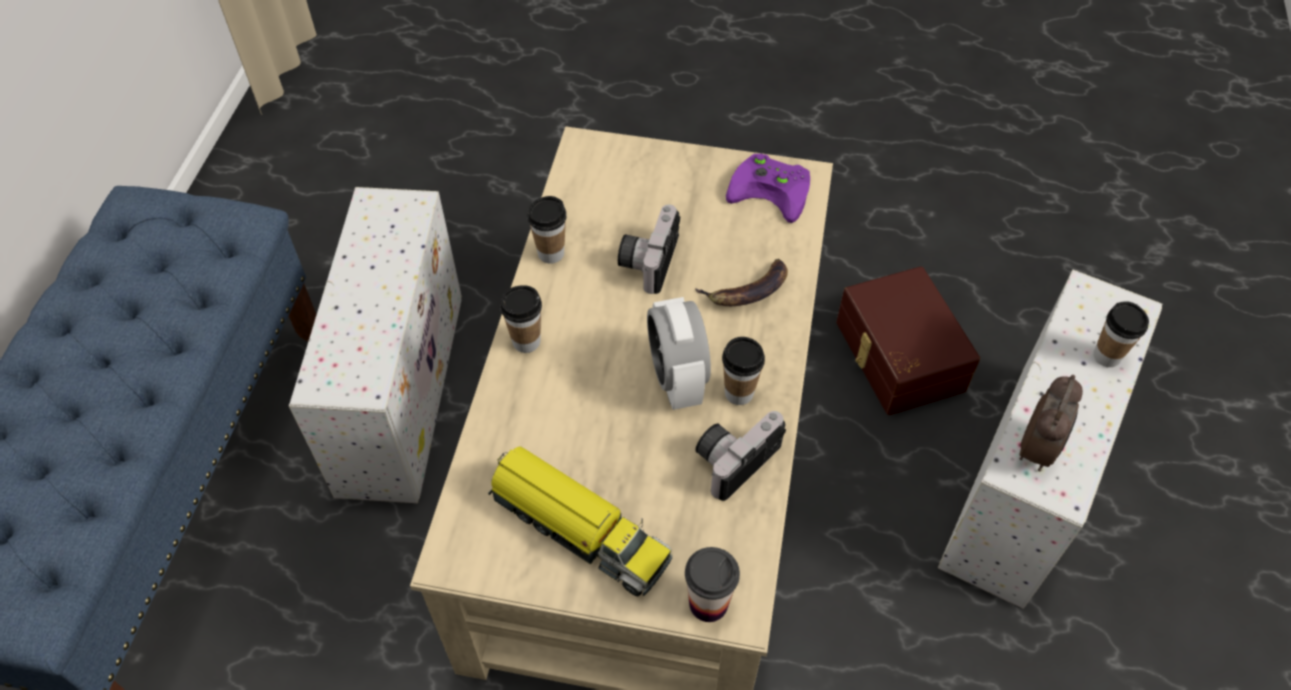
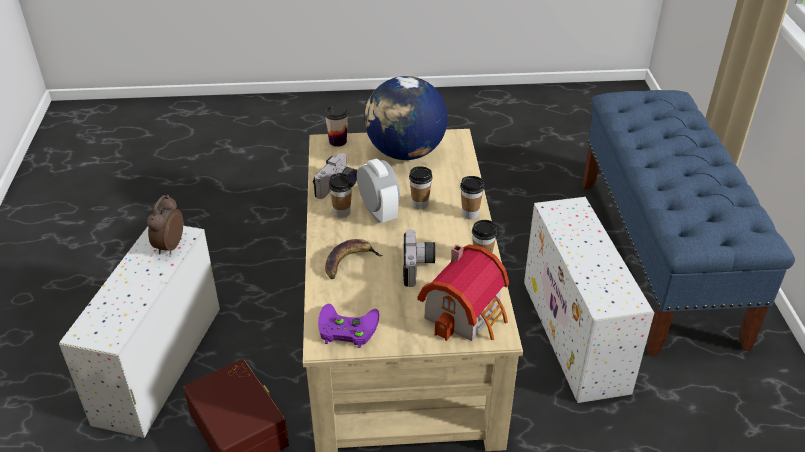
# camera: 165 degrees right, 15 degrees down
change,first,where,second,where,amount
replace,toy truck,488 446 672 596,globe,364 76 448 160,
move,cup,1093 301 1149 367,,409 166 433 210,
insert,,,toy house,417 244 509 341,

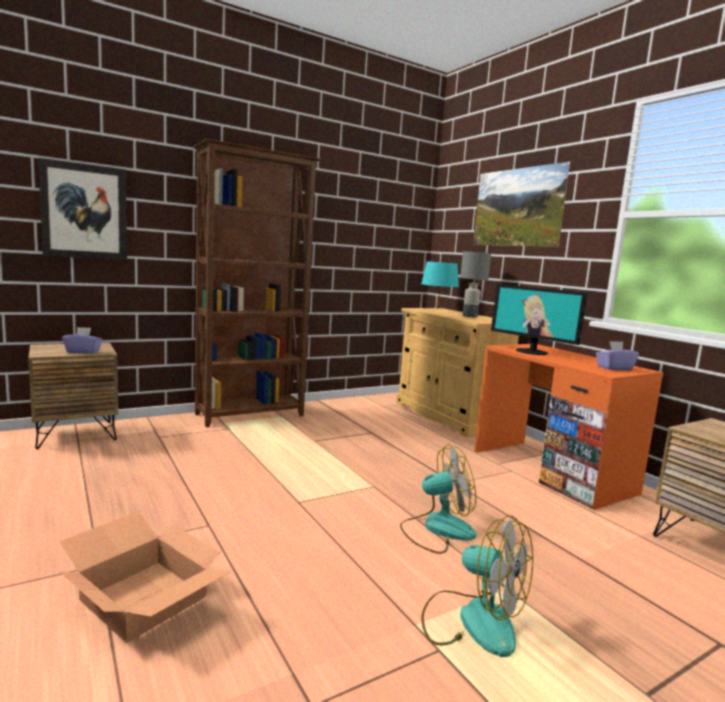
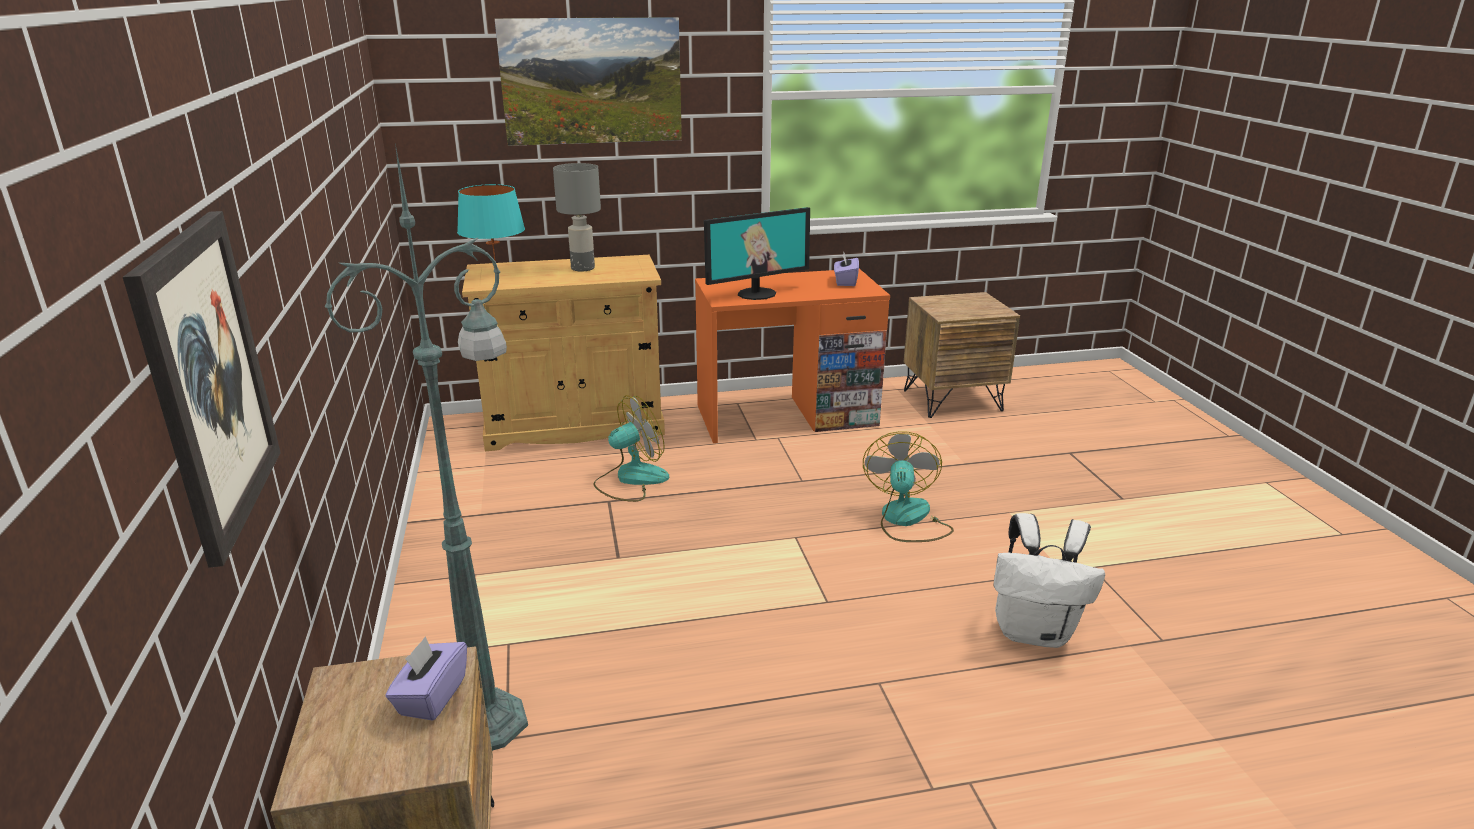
# camera: 70 degrees left, 15 degrees up
change,first,where,second,where,amount
delete,cardboard box,60 512 231 643,,,
delete,brown bookcase,193 139 321 427,,,
move,fan,421 515 533 657,,593 395 669 502,
insert,,,green floor lamp,325 144 528 751,
insert,,,white backpack,994 513 1105 648,

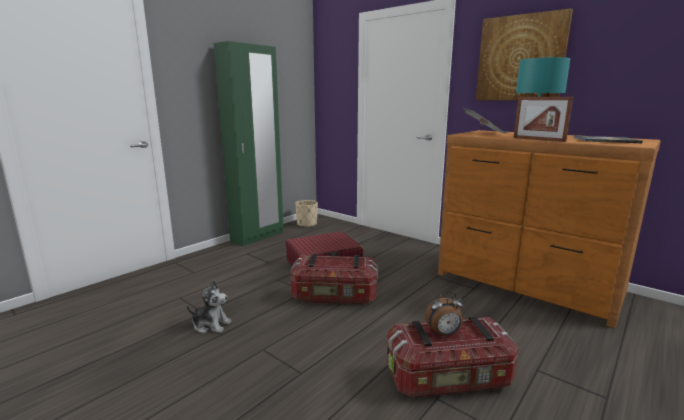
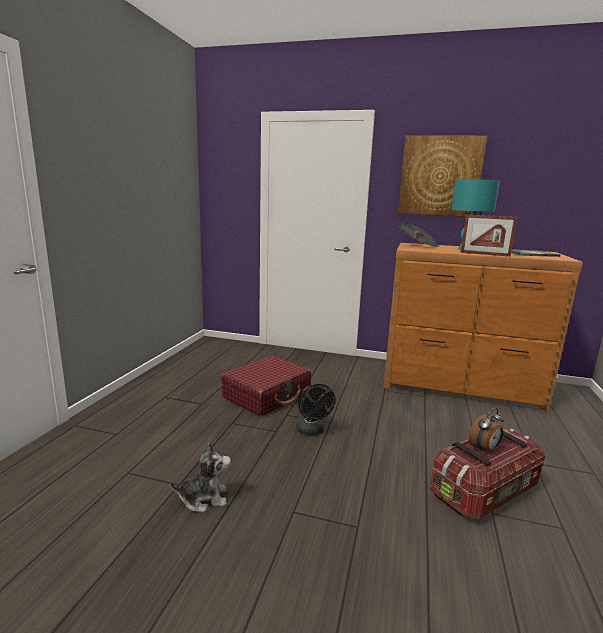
# camera: 25 degrees left, 0 degrees up
change,first,where,second,where,amount
delete,green wardrobe,214 41 283 246,,,
replace,storage box,290 254 378 305,black fan,296 384 335 436,
delete,beige planter,295 200 318 227,,,

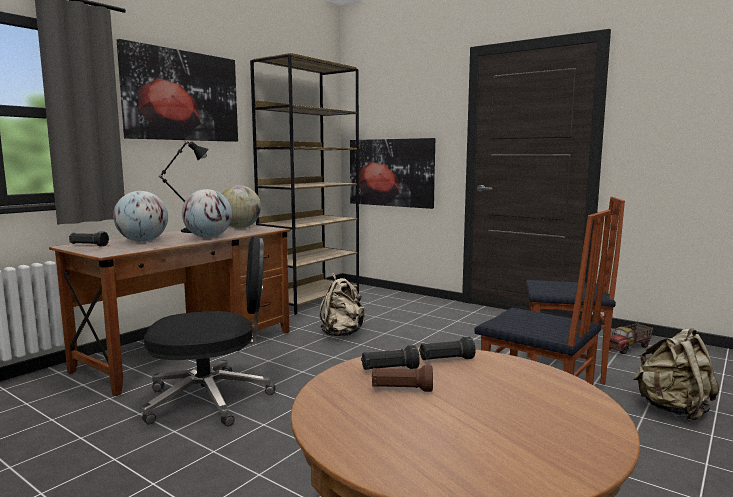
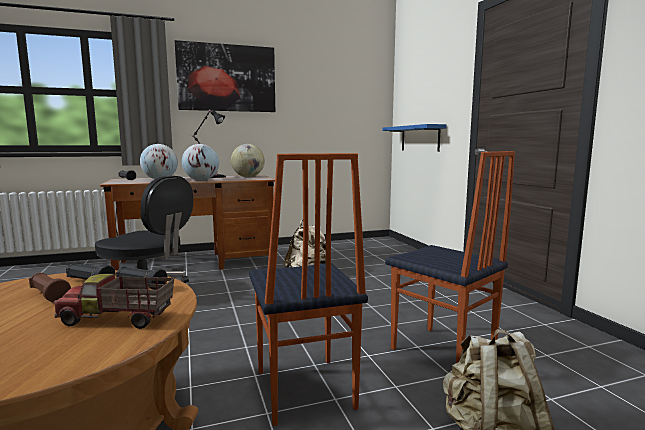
# camera: 35 degrees right, 0 degrees up
change,first,where,second,where,amount
delete,brown bookcase,250 53 359 315,,,
replace,picture,350 138 435 209,blue shelf,383 124 447 152,
move,toy truck,609 323 653 354,,54 274 174 329,

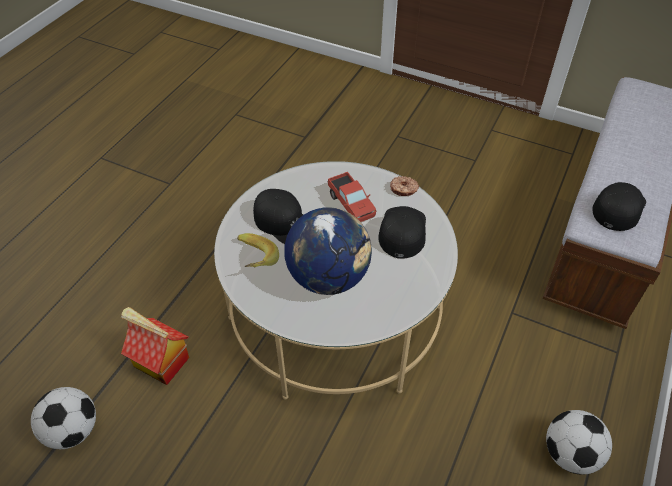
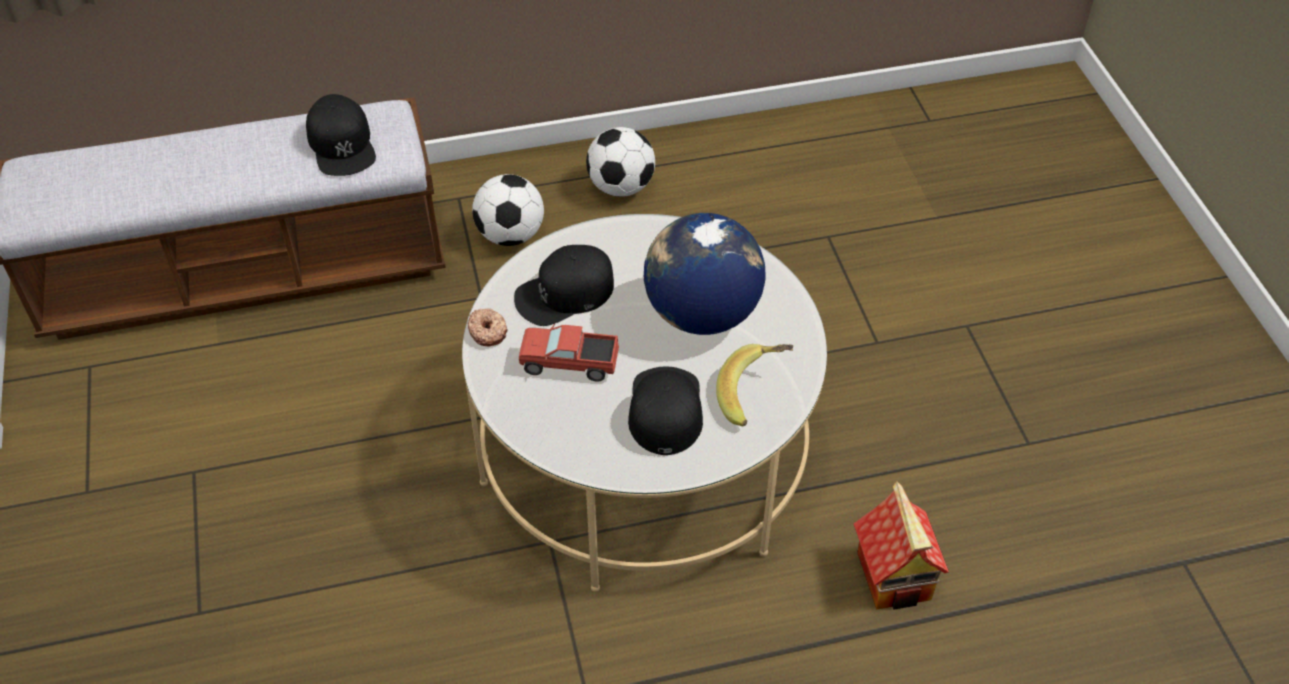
# camera: 130 degrees left, 0 degrees up
change,first,where,second,where,amount
move,football,31 387 96 449,,472 174 544 246,
rotate,toy truck,328 172 376 222,,519 324 619 382,105 degrees counterclockwise
rotate,black cap,592 182 646 231,,306 94 376 176,105 degrees counterclockwise

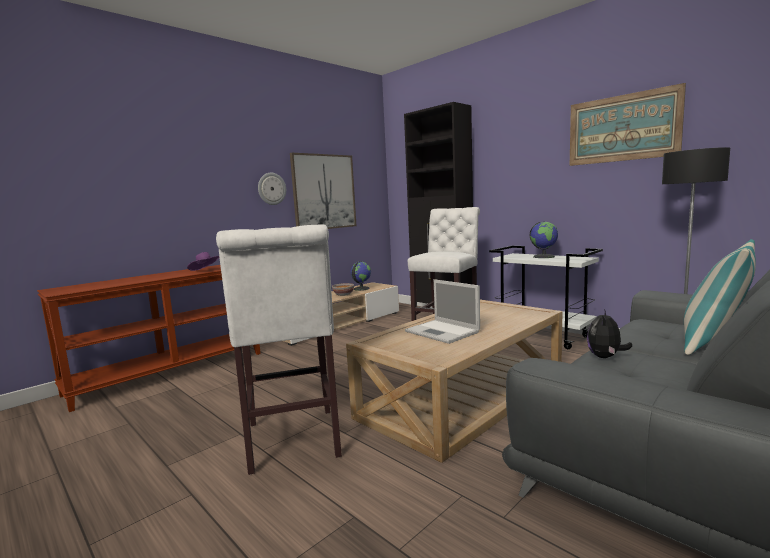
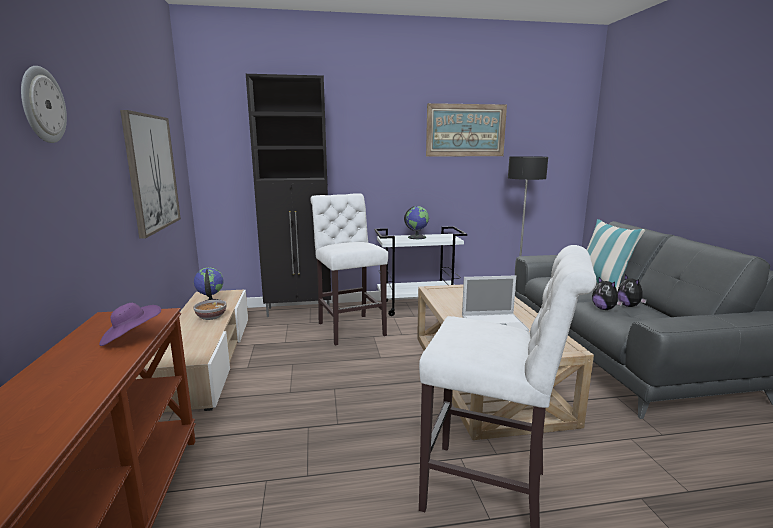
# camera: 55 degrees left, 5 degrees up
change,first,where,second,where,amount
move,wall clock,258 173 286 205,,21 66 67 143,
insert,,,plush toy,617 274 647 307,

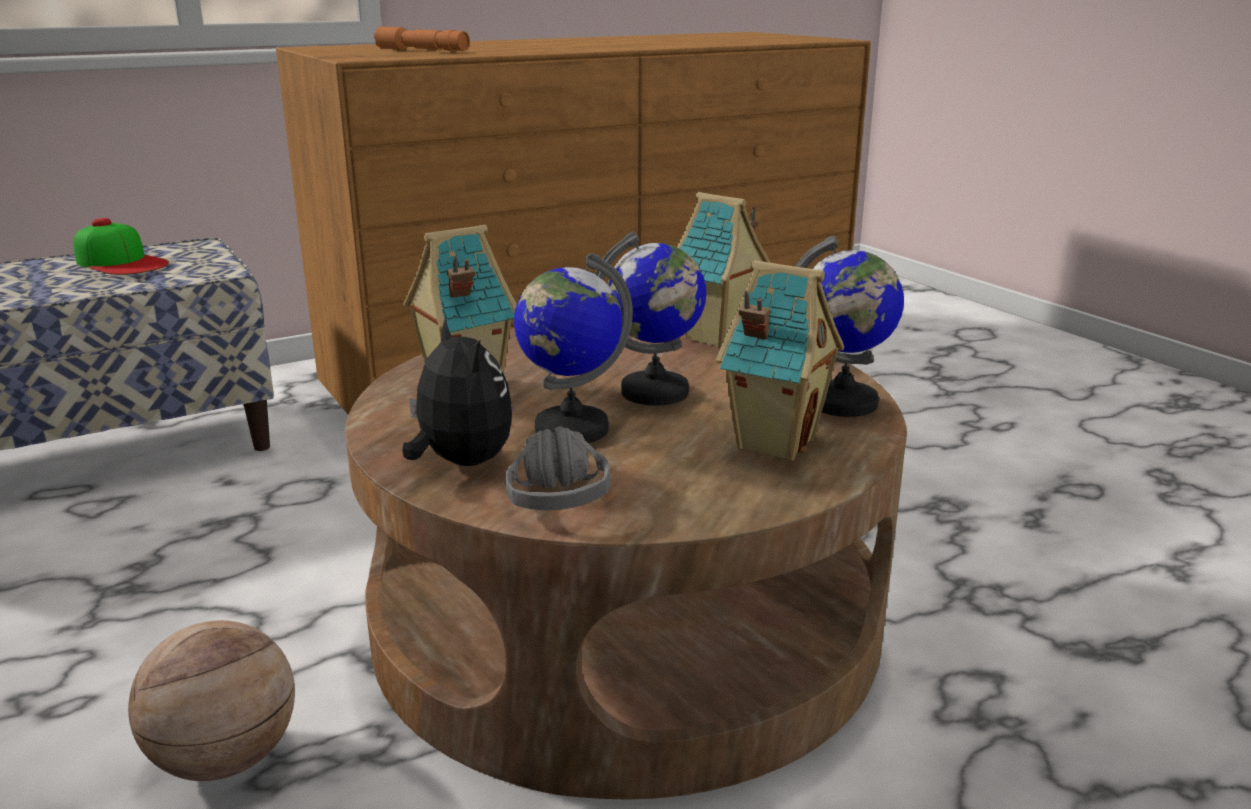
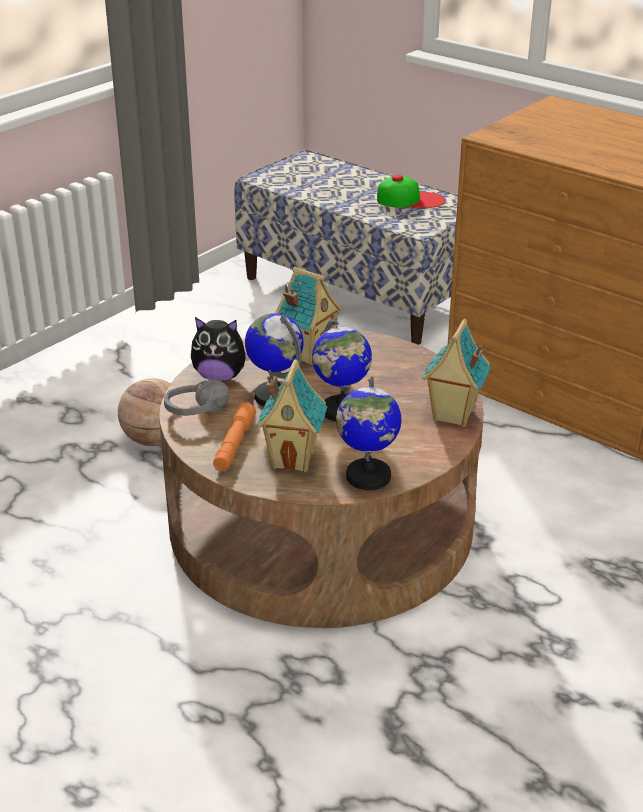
# camera: 70 degrees right, 10 degrees up
change,first,where,second,where,amount
rotate,cap,73 218 169 275,,377 175 445 208,105 degrees counterclockwise
move,orange flashlight,374 26 470 51,,213 402 256 471,
rotate,plush toy,402 317 513 466,,191 317 250 382,60 degrees clockwise

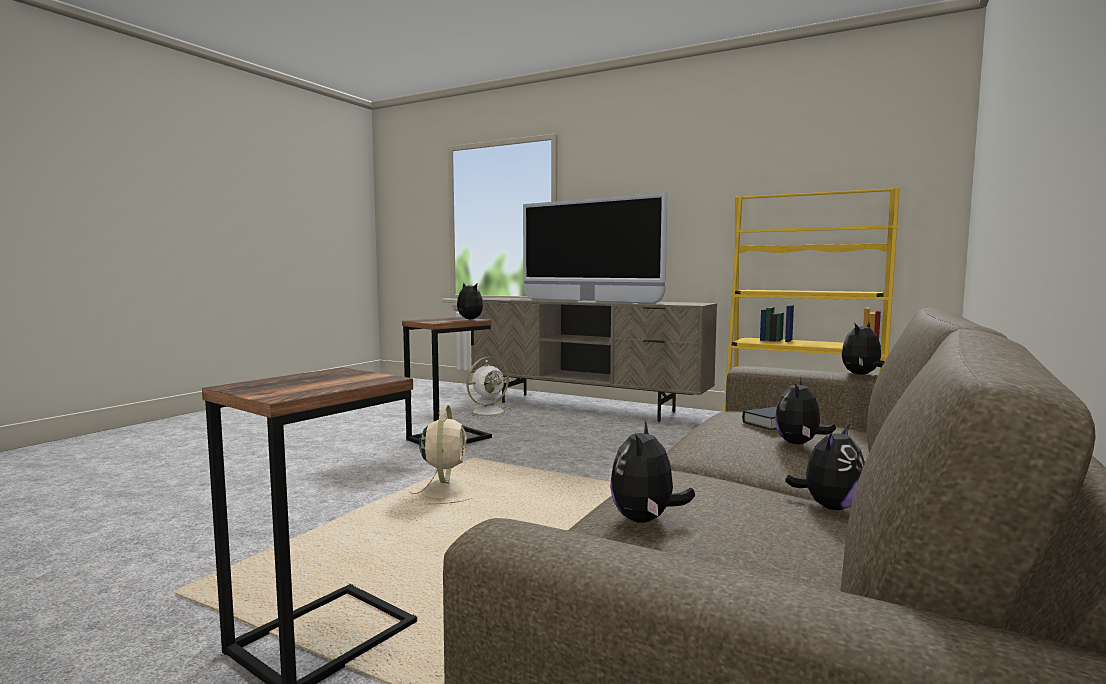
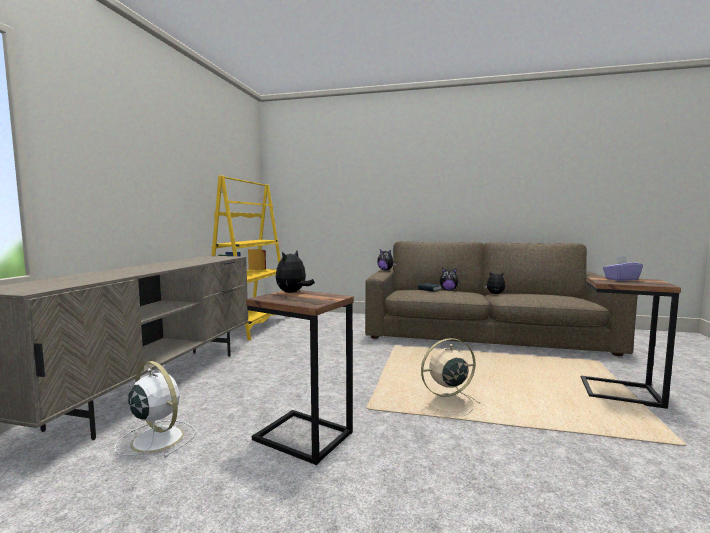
# camera: 105 degrees left, 0 degrees up
change,first,where,second,where,amount
delete,television,523 193 668 304,,,
delete,plush toy,610 421 695 523,,,
insert,,,purple tissue box,603 256 643 281,

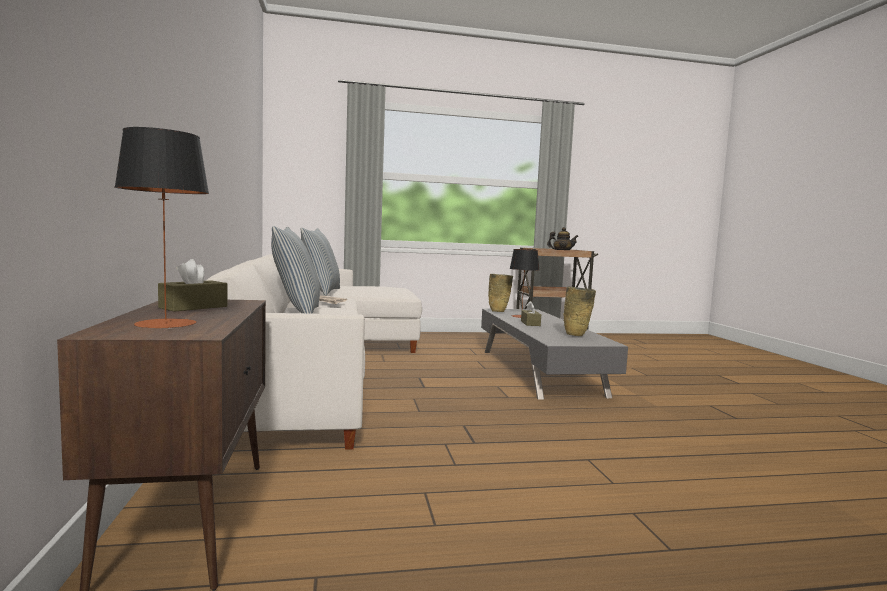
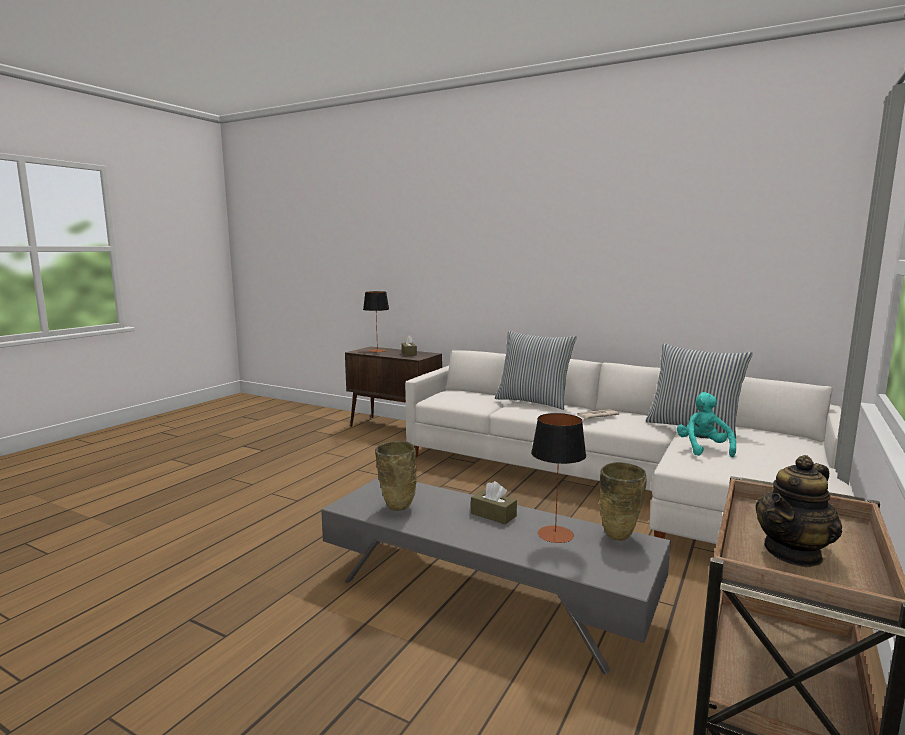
# camera: 130 degrees right, 5 degrees up
change,first,where,second,where,amount
insert,,,turquoise plush toy,677 392 736 458,

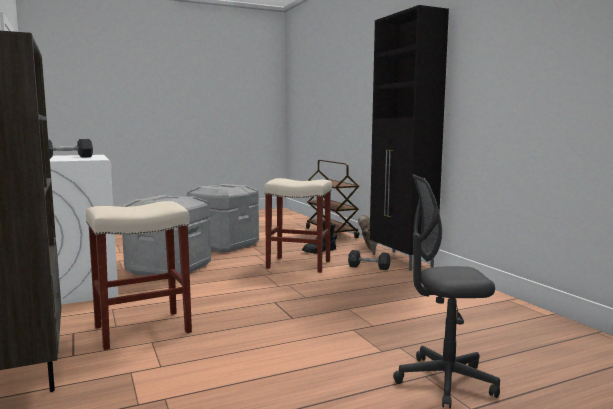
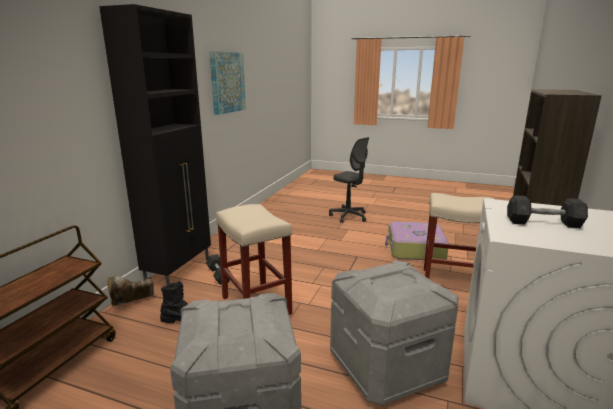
# camera: 135 degrees left, 10 degrees up
change,first,where,second,where,amount
insert,,,picture,209 51 246 115,
insert,,,suitcase,385 221 449 260,

